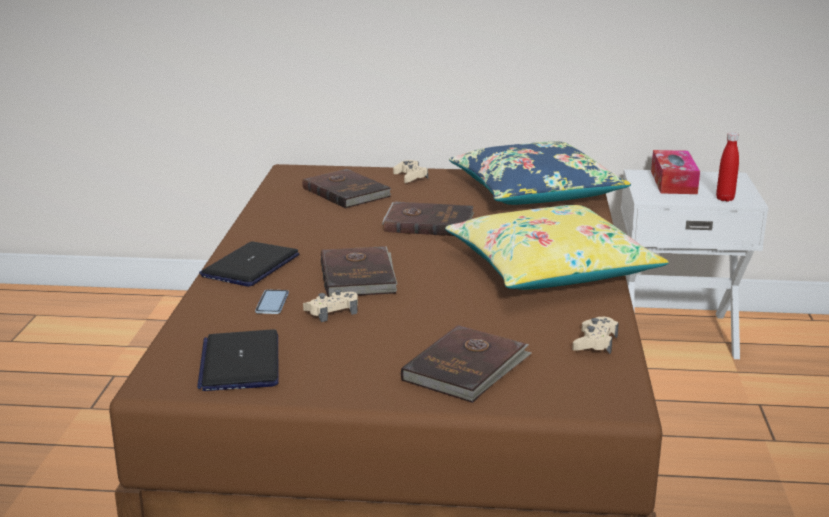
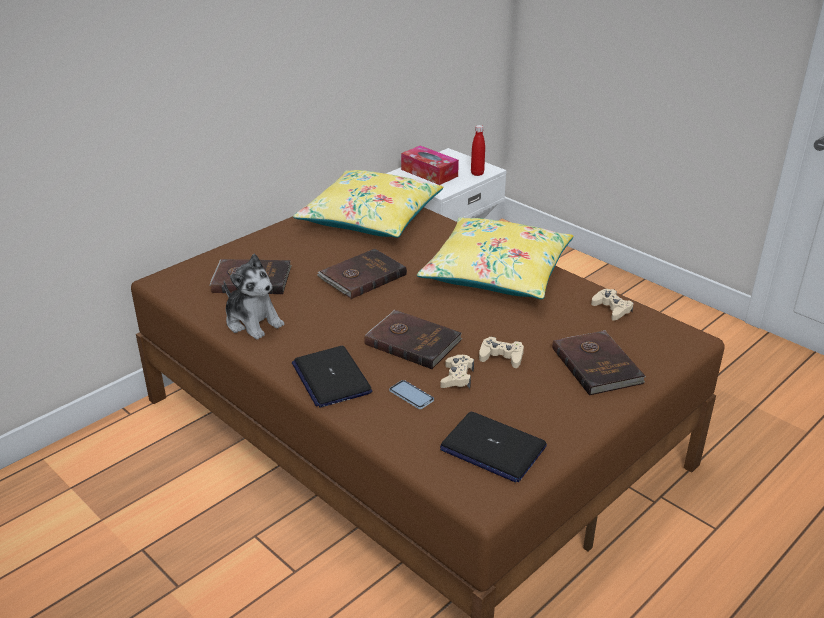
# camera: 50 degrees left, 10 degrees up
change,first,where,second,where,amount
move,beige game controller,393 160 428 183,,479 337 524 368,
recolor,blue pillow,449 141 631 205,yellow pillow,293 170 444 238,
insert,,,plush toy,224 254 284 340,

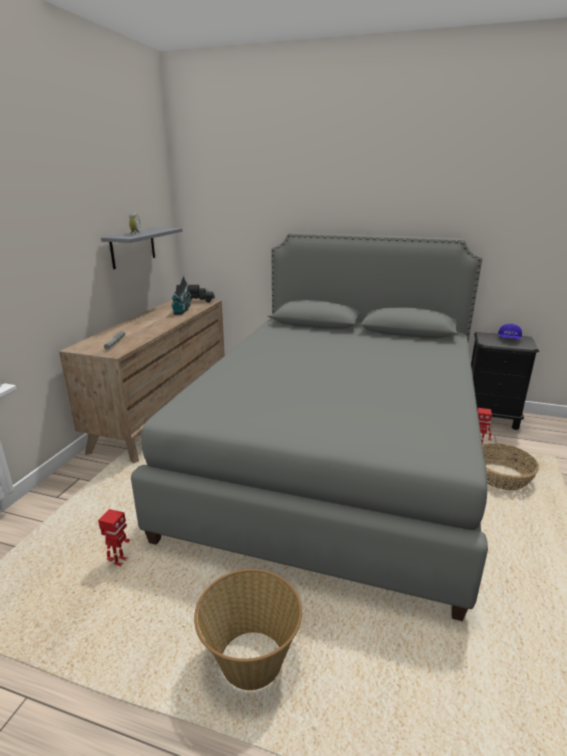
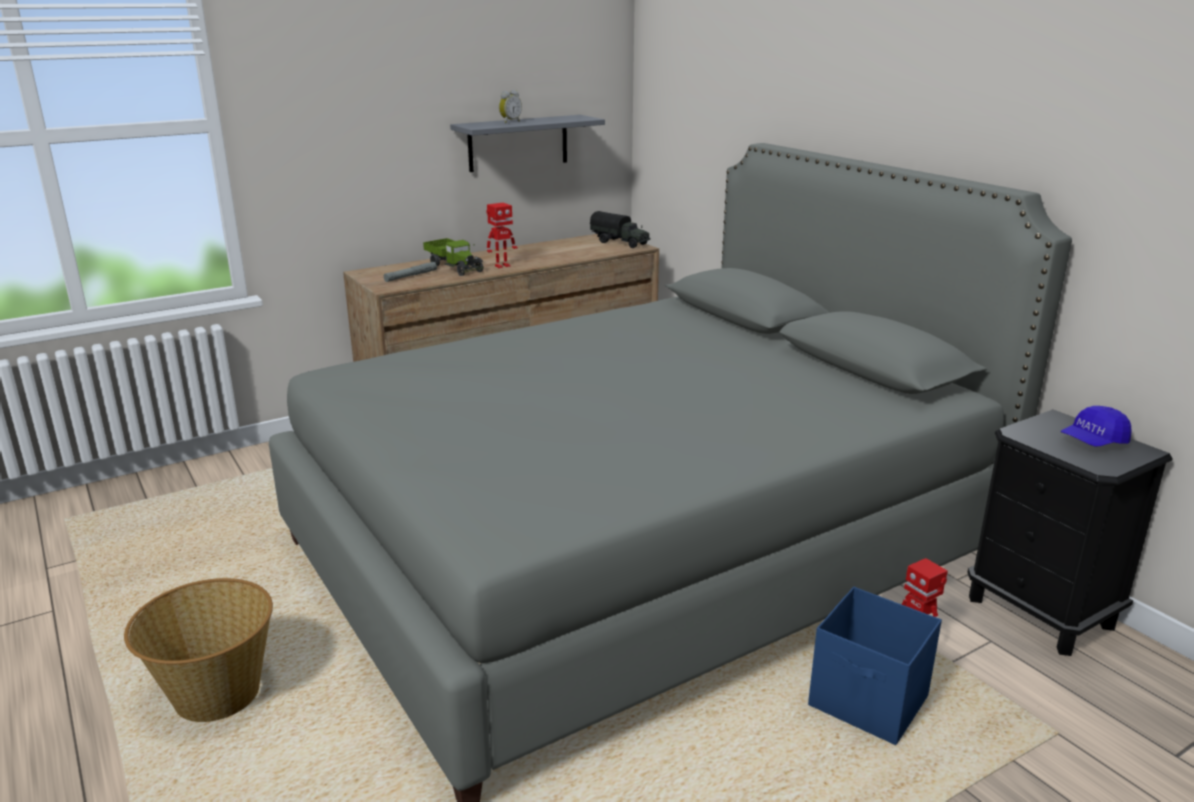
# camera: 40 degrees right, 0 degrees up
change,first,where,second,where,amount
move,toy robot,98 509 130 566,,486 203 517 268,
delete,toy house,171 276 192 314,,,
replace,basket,482 443 539 490,blue storage box,808 587 942 745,
insert,,,toy truck,423 238 484 276,

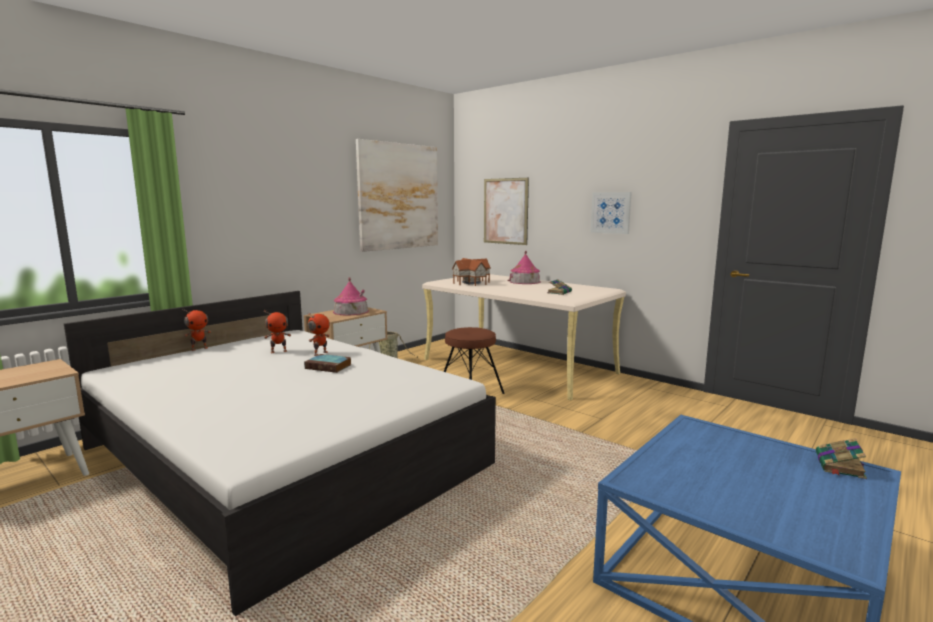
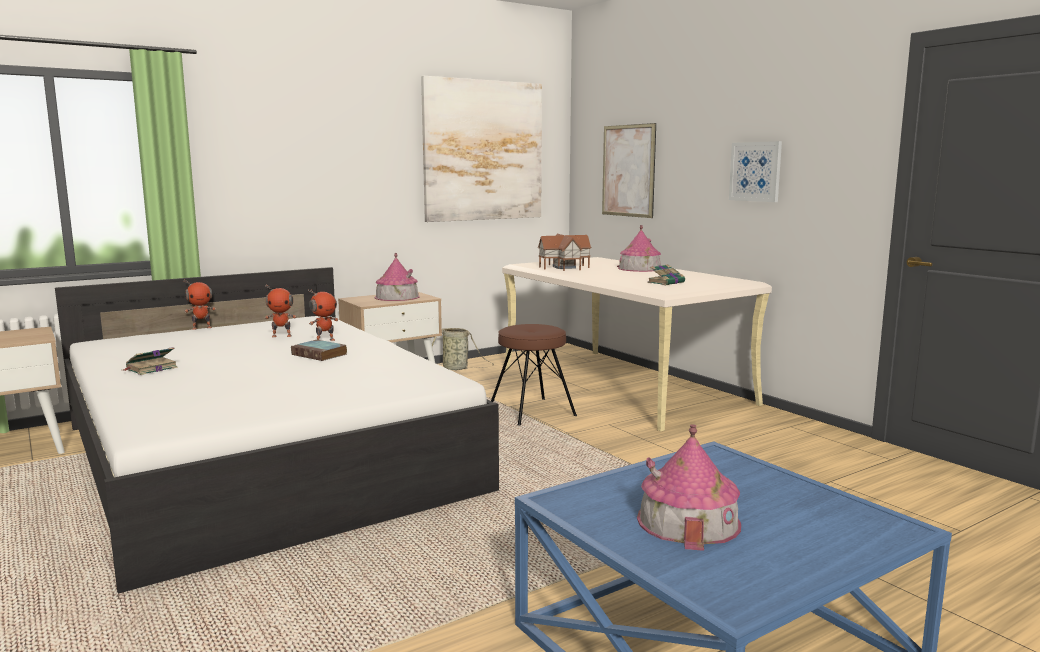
# camera: 15 degrees right, 0 degrees up
change,first,where,second,where,amount
move,book,816 438 867 479,,123 347 178 375,
insert,,,toy house,637 424 741 551,

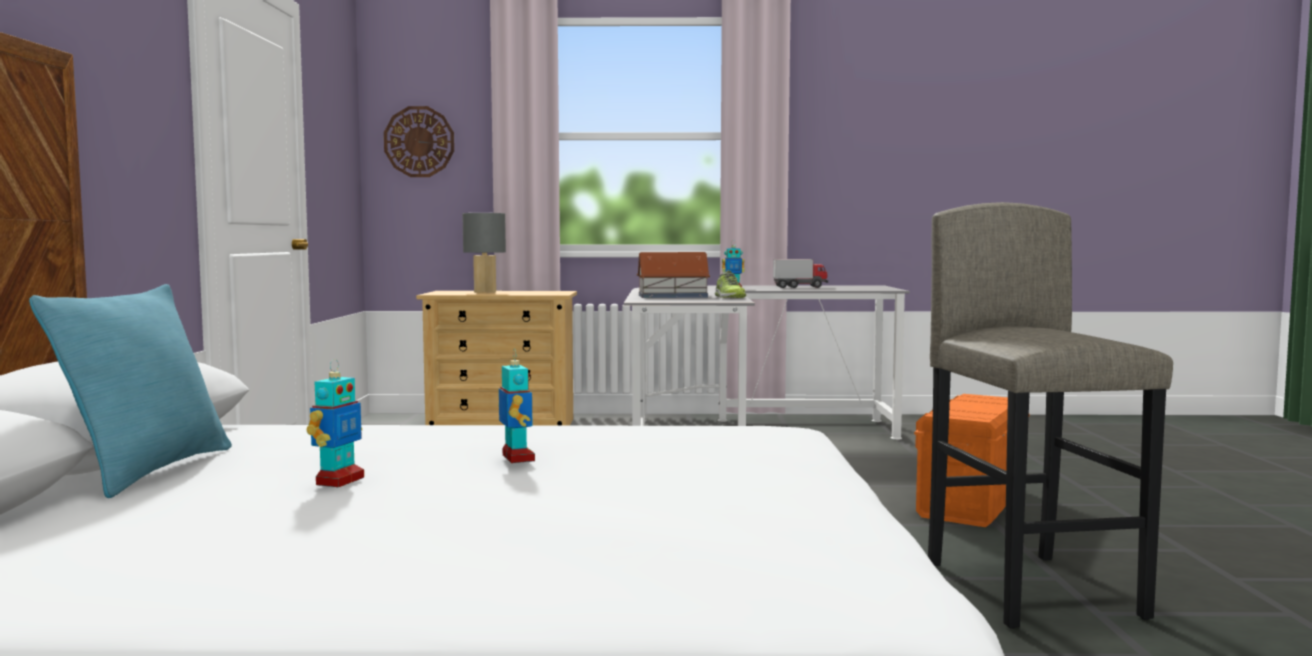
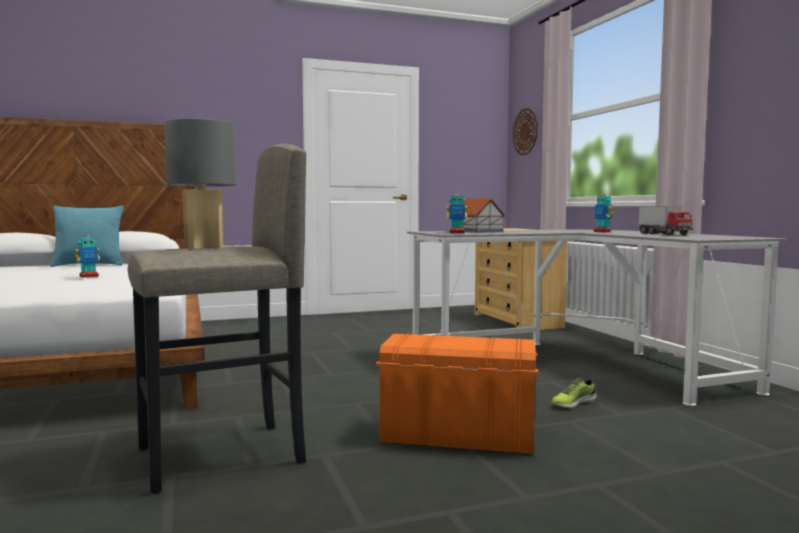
# camera: 70 degrees right, 0 degrees up
change,first,where,second,where,amount
move,toy robot,307 359 364 487,,446 189 467 233,
move,grey table lamp,462 213 506 293,,164 119 236 249,
move,shoe,715 270 746 298,,551 378 597 408,

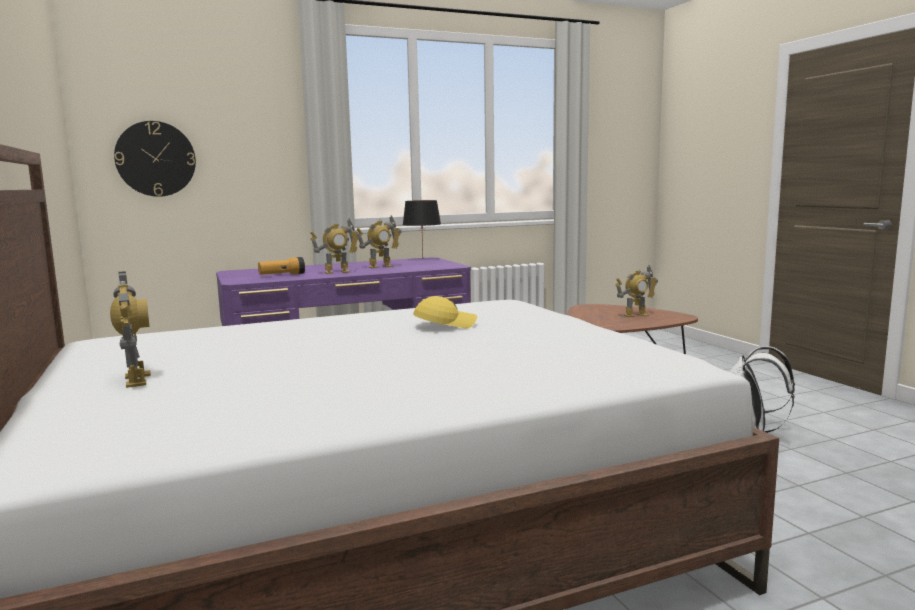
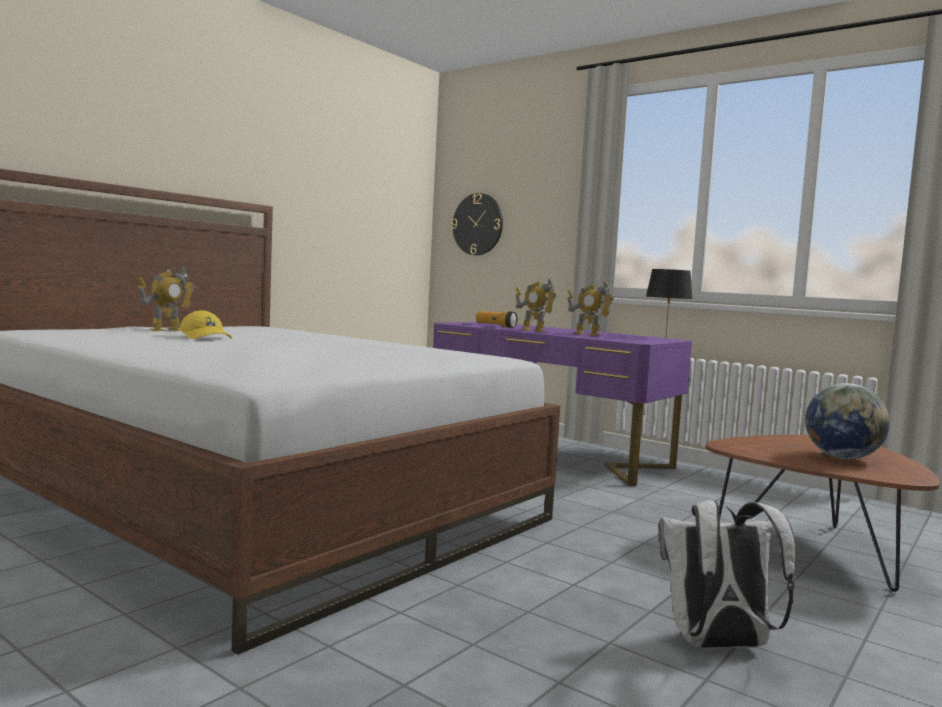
# camera: 60 degrees right, 5 degrees down
change,first,where,second,where,amount
move,yellow cap,413 296 477 328,,180 310 232 339,
replace,toy robot,615 265 658 317,globe,805 383 890 459,

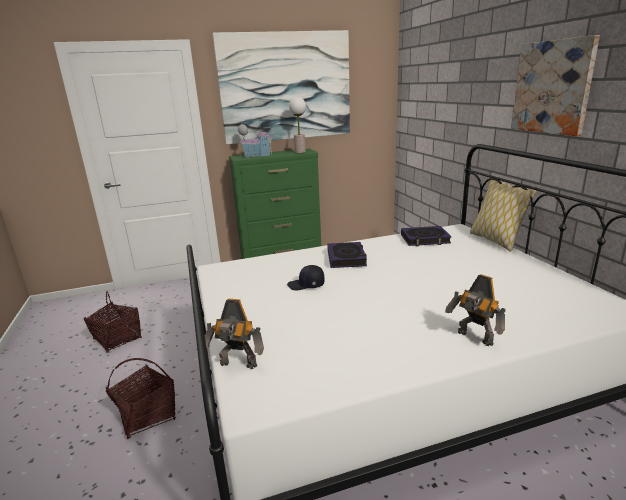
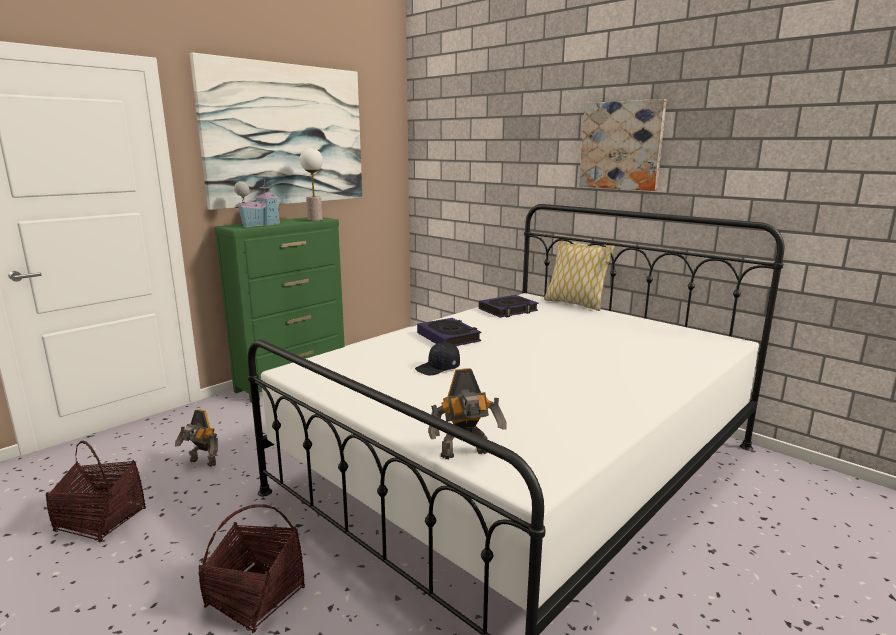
# camera: 30 degrees left, 5 degrees down
change,first,where,second,where,amount
move,toy robot,445 274 506 346,,175 409 218 467,

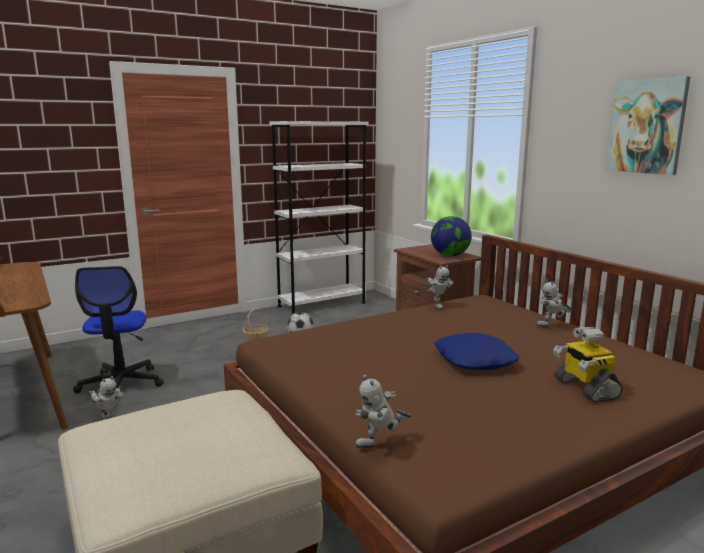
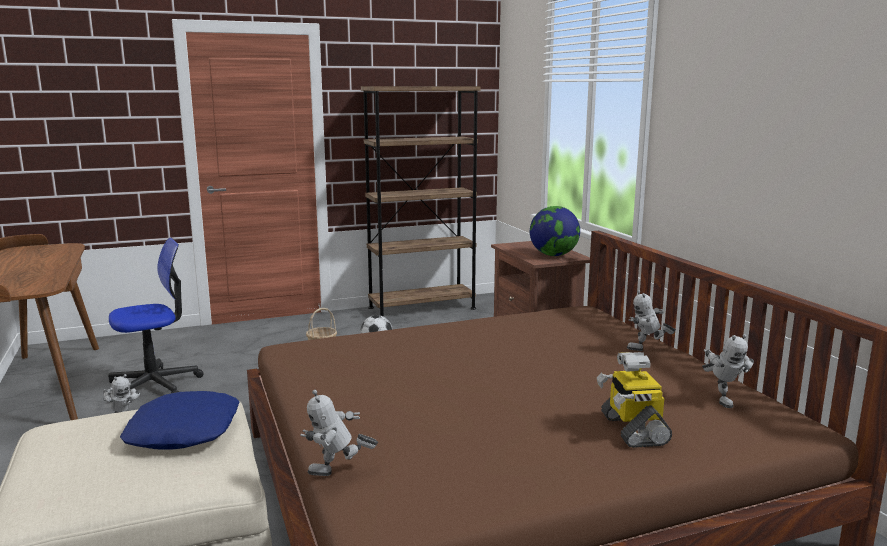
# camera: 10 degrees right, 0 degrees up
change,first,where,second,where,amount
rotate,office chair,73 266 164 394,,108 238 203 393,120 degrees counterclockwise
recolor,white bookcase,269 121 369 314,brown bookcase,361 86 480 317,
move,toy robot,426 265 454 309,,702 334 754 408,
move,blue pillow,434 333 519 370,,120 391 239 449,
delete,picture,606 76 690 175,,,

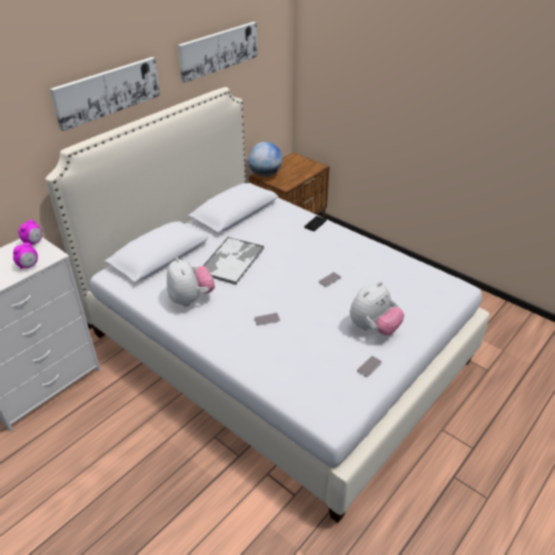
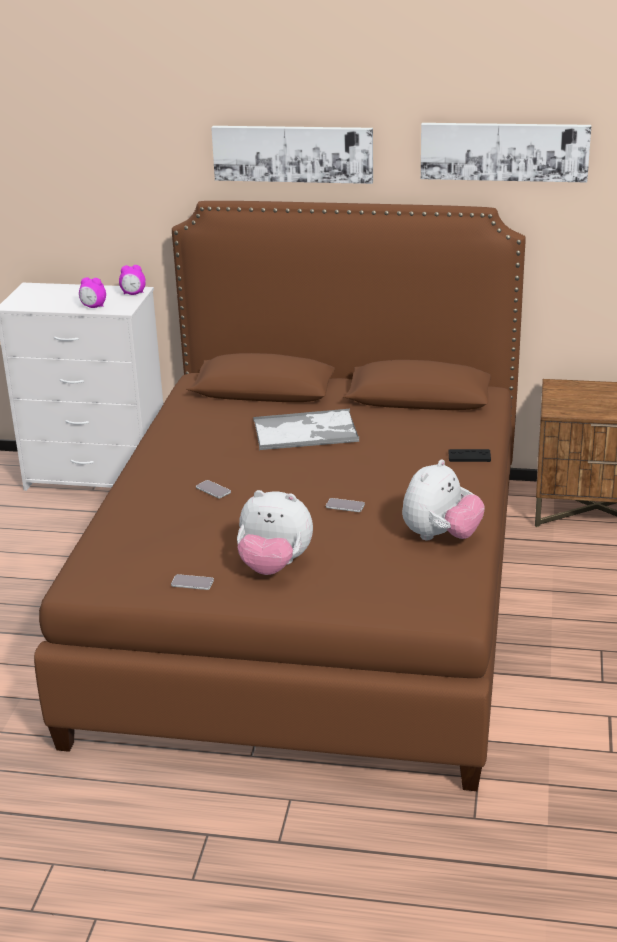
# camera: 60 degrees right, 10 degrees down
change,first,where,second,where,amount
recolor,white bed,45 87 490 523,brown bed,34 201 526 791,
move,plush toy,167 257 215 307,,402 459 484 540,
delete,globe,248 142 282 177,,,

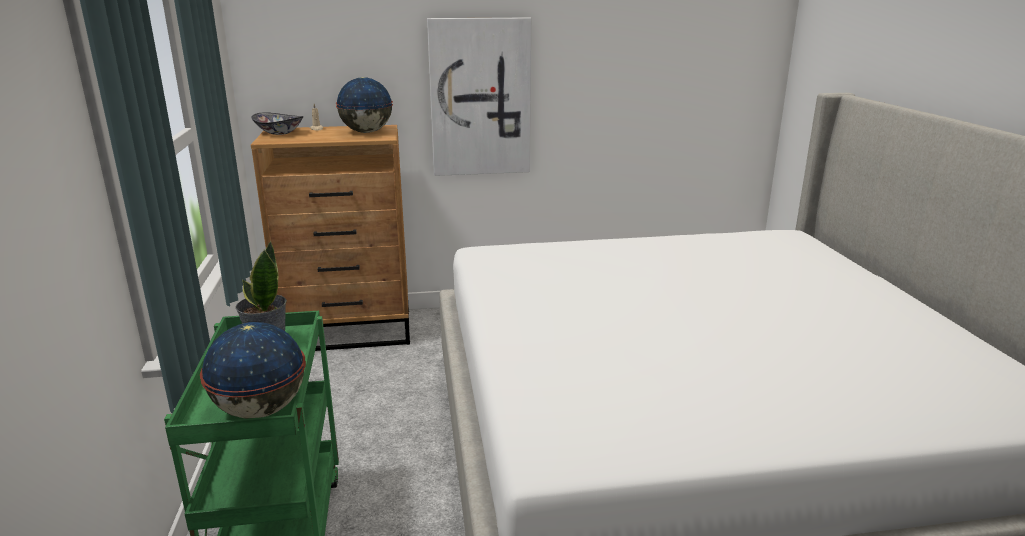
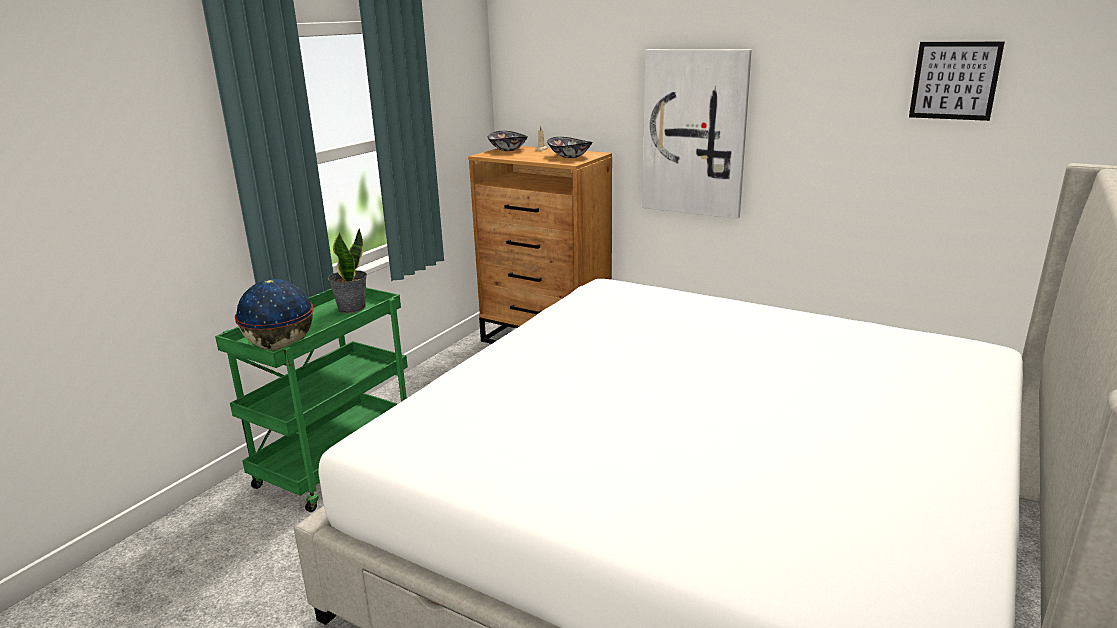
# camera: 40 degrees right, 0 degrees up
change,first,where,second,where,amount
replace,globe,336 77 393 133,bowl,547 137 593 158,
insert,,,picture,909 42 1005 121,

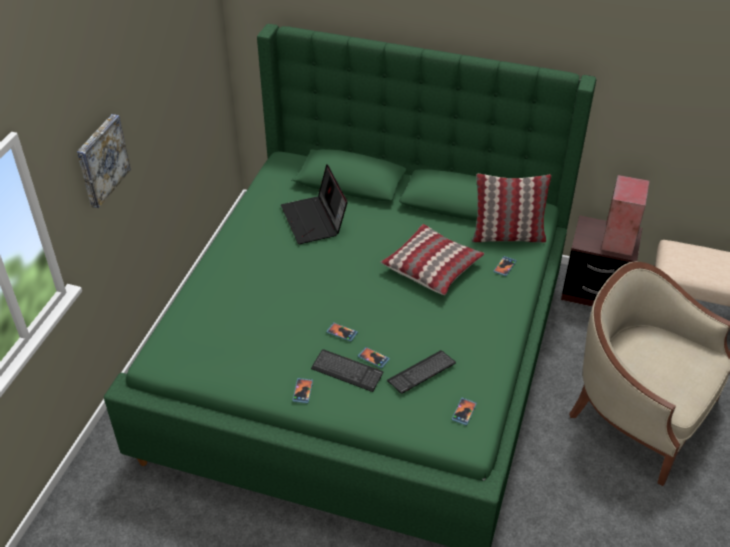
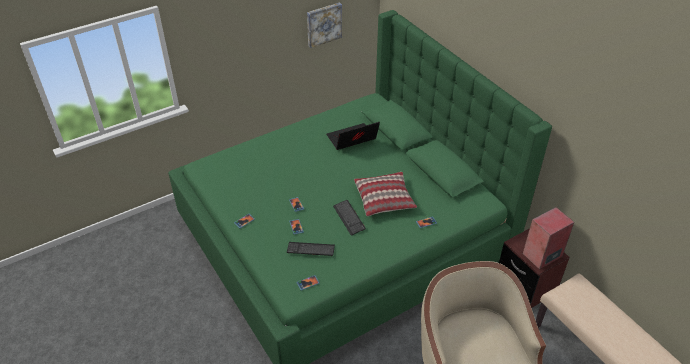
# camera: 40 degrees right, 0 degrees up
change,first,where,second,where,amount
move,picture,77 114 131 208,,307 2 342 48,
rotate,laptop,281 164 348 244,,326 122 380 150,45 degrees clockwise
move,keyboard,311 349 383 392,,333 200 366 236,
delete,pillow,472 174 551 243,,,

